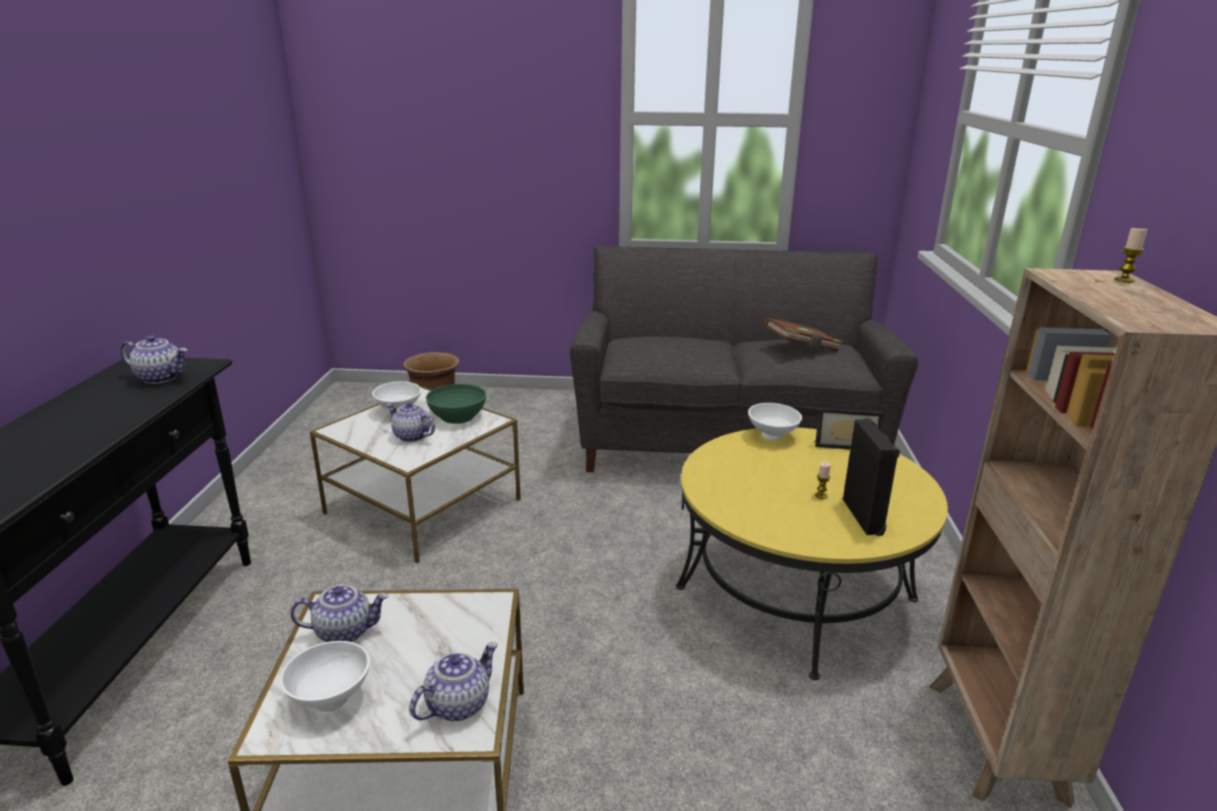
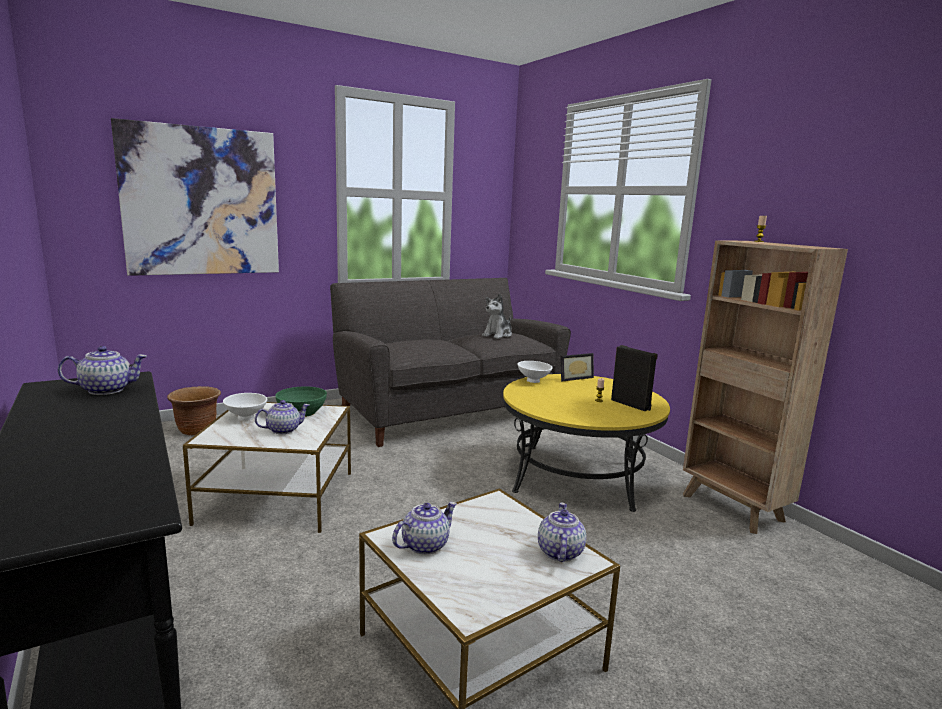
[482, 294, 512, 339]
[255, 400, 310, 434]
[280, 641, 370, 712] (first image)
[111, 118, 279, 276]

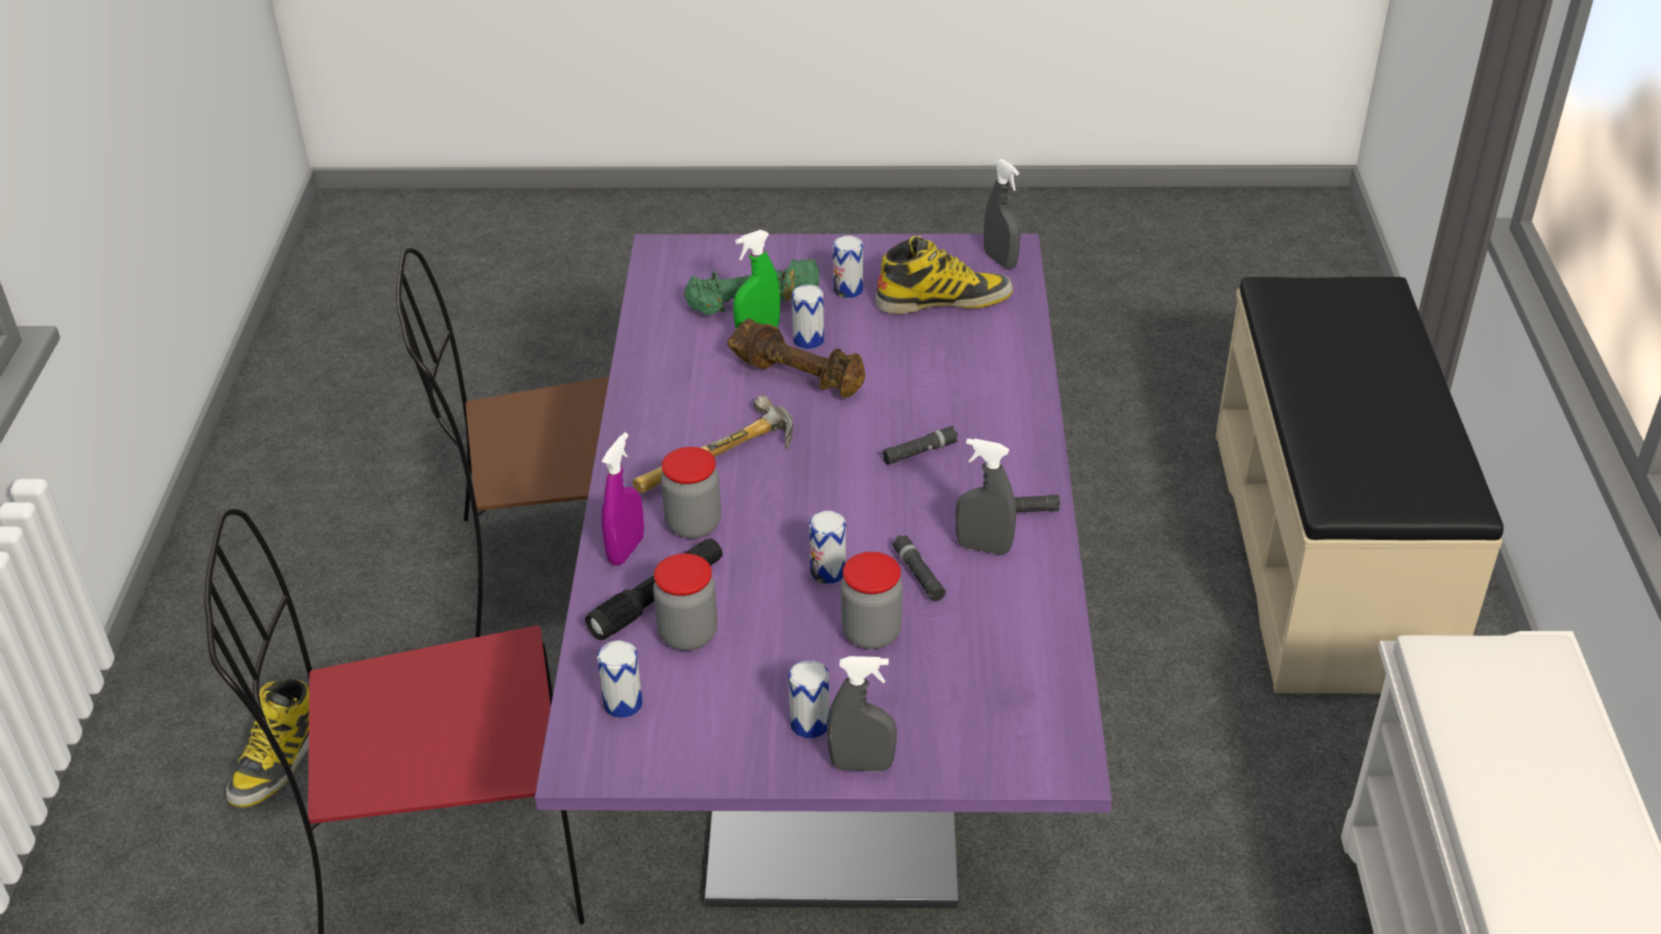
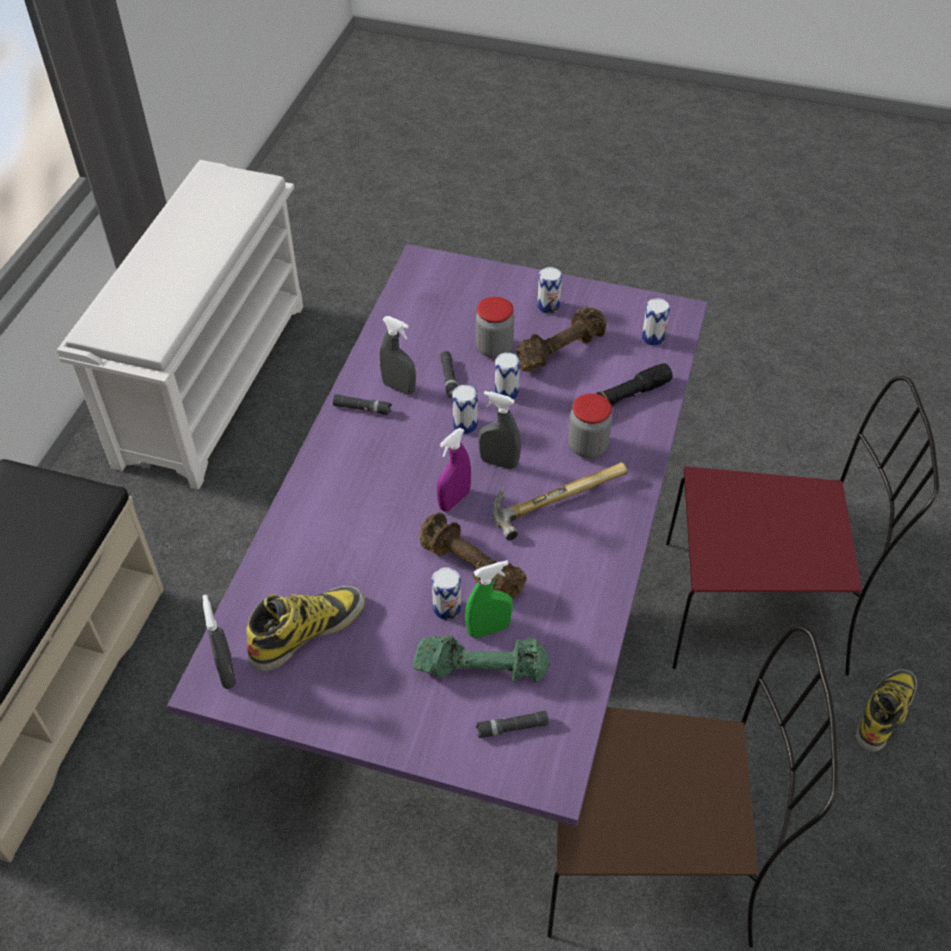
[452, 385, 478, 434]
[246, 586, 365, 671]
[476, 710, 549, 738]
[437, 428, 471, 512]
[653, 553, 717, 651] (first image)
[478, 391, 521, 470]
[516, 306, 606, 371]

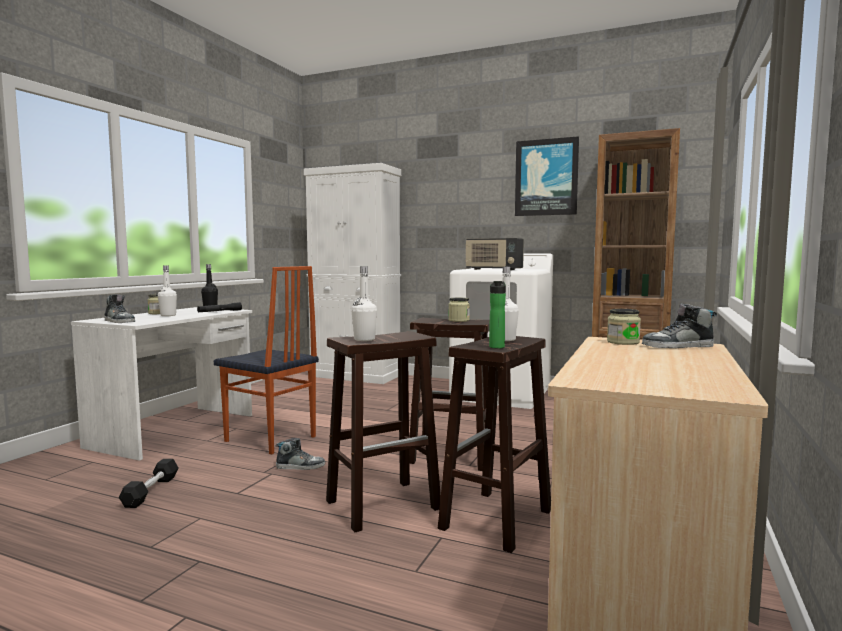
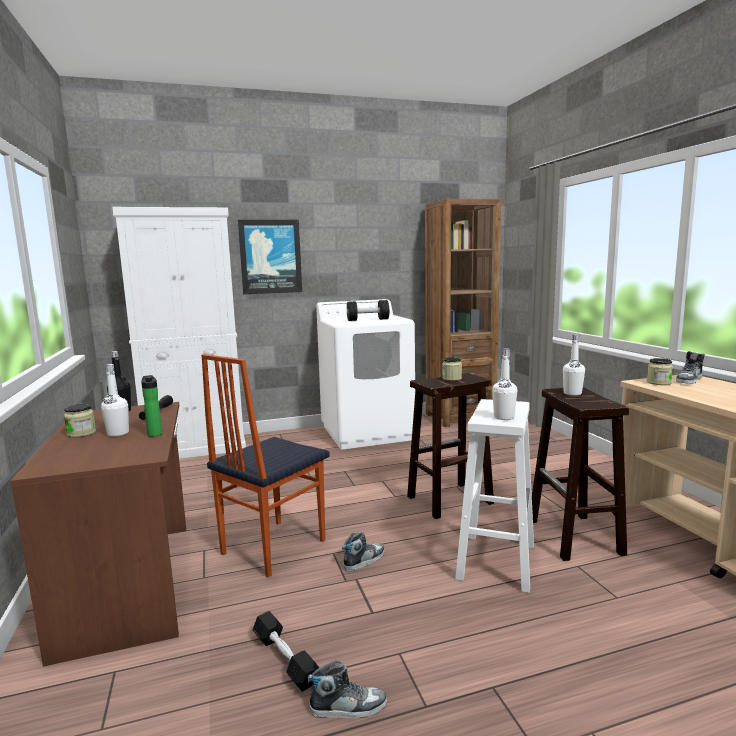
[238, 220, 302, 294]
[347, 300, 389, 321]
[201, 354, 329, 578]
[141, 375, 162, 437]
[308, 660, 387, 718]
[10, 402, 186, 667]
[455, 399, 534, 593]

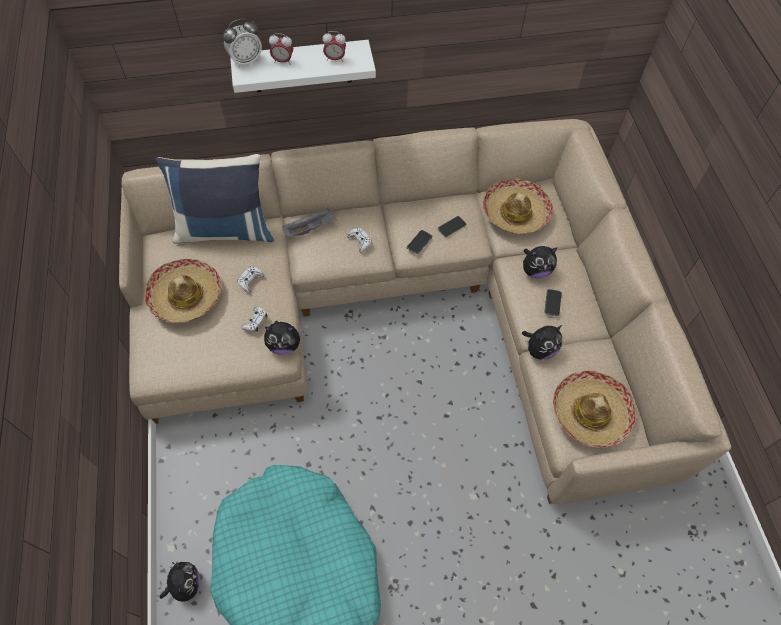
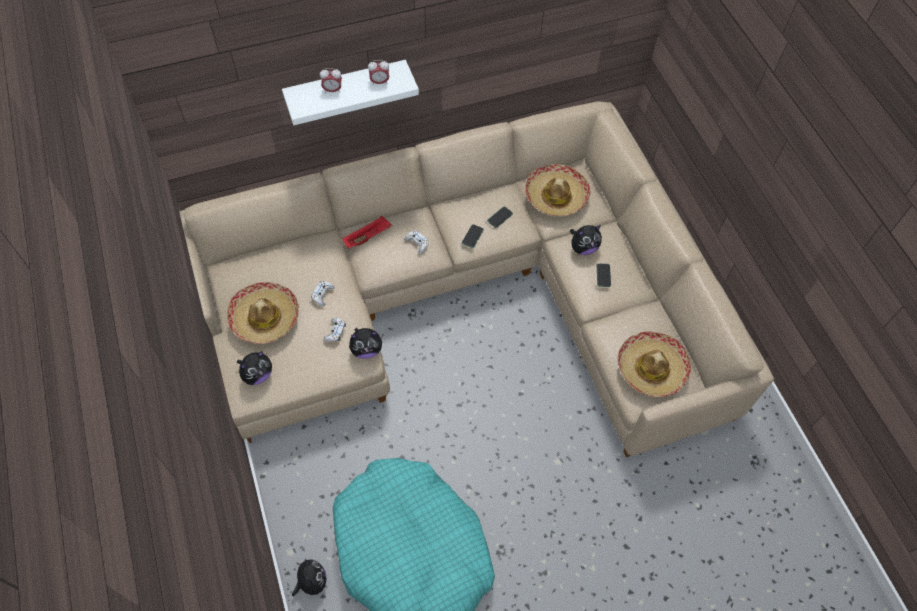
[223, 18, 262, 68] (first image)
[155, 154, 274, 244] (first image)
[342, 216, 392, 249]
[237, 351, 272, 385]

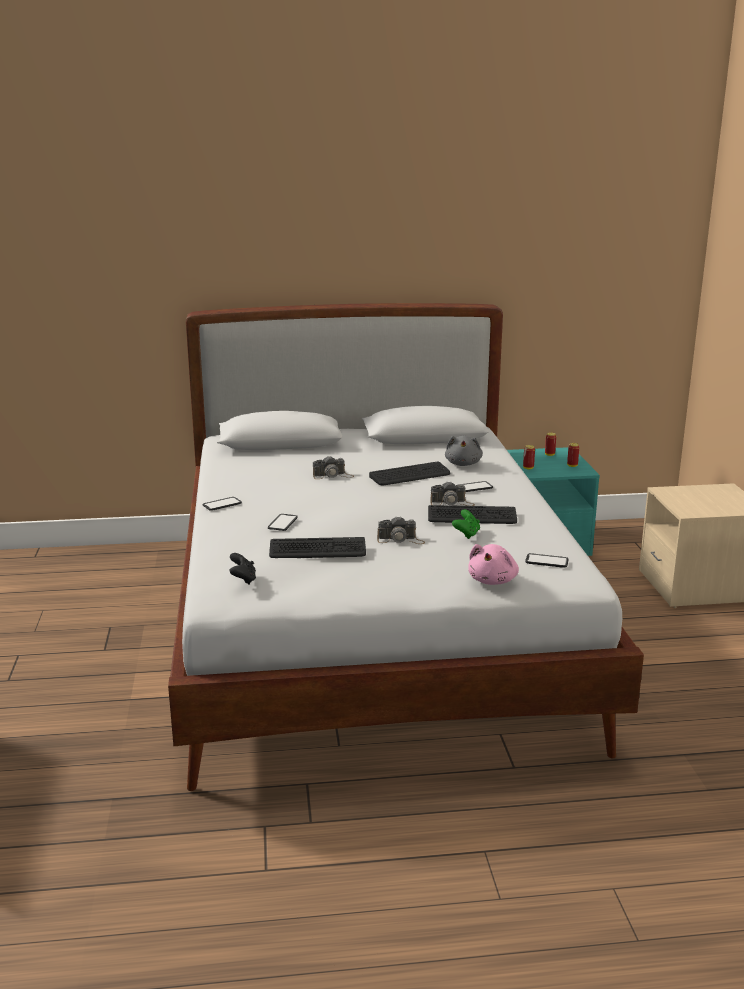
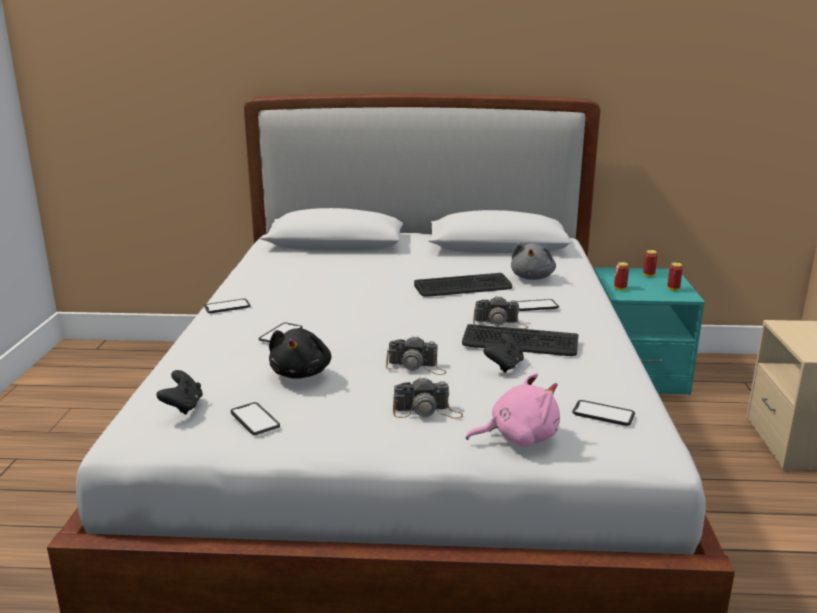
[393, 377, 463, 419]
[483, 333, 524, 373]
[269, 328, 331, 379]
[466, 373, 560, 447]
[231, 402, 280, 435]

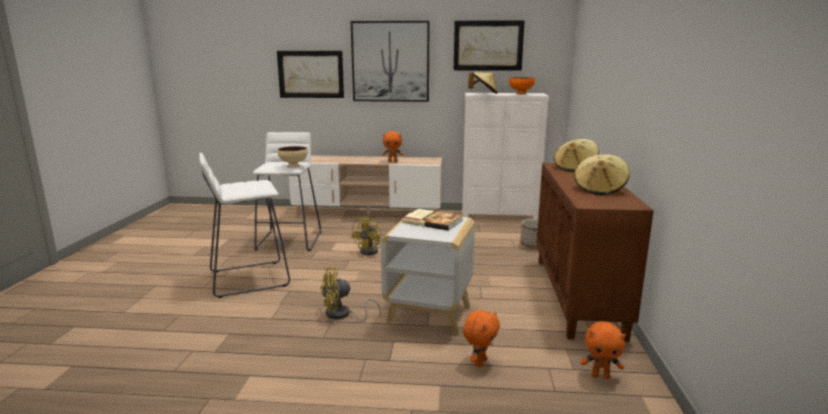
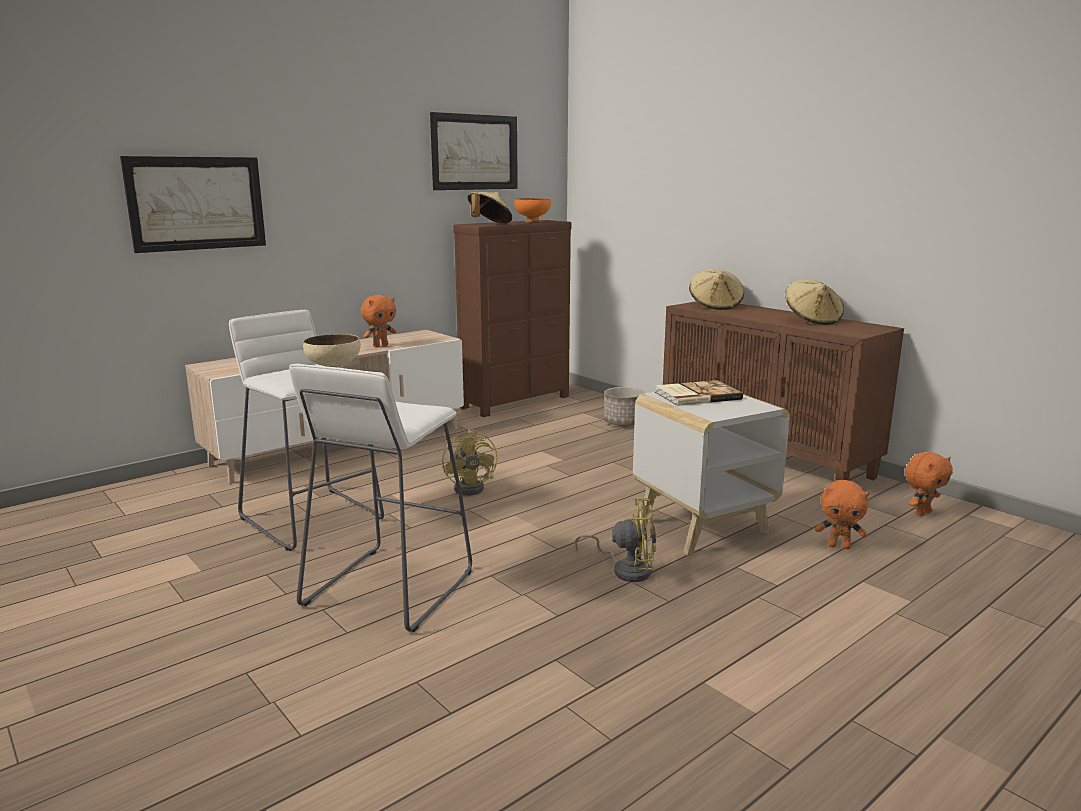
[351, 21, 430, 102] (first image)
[453, 220, 572, 417]
[575, 497, 656, 582]
[815, 480, 869, 549]

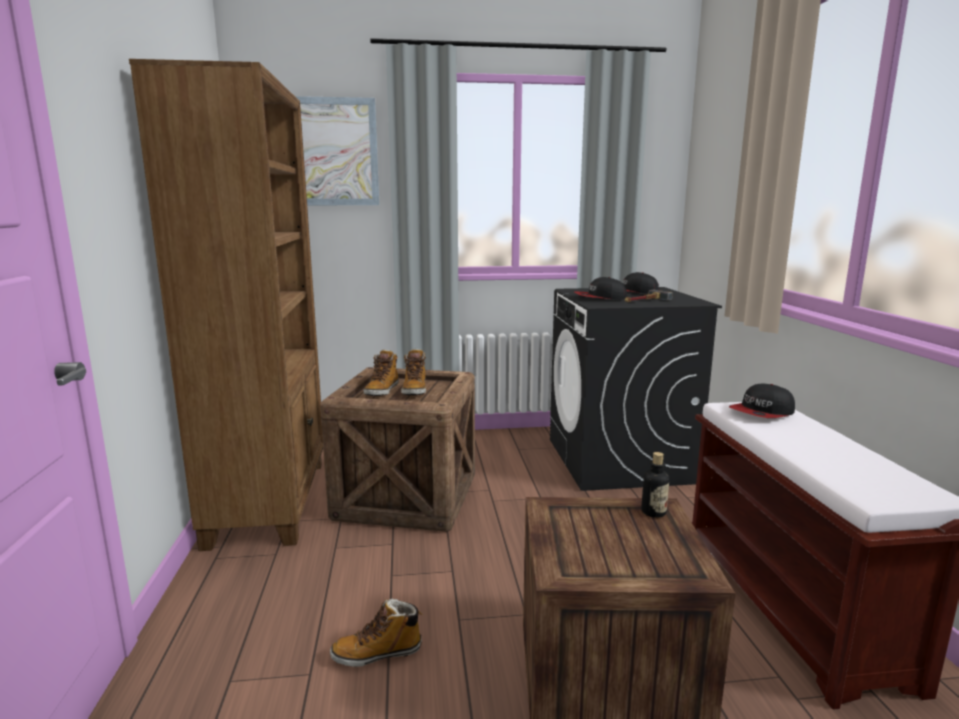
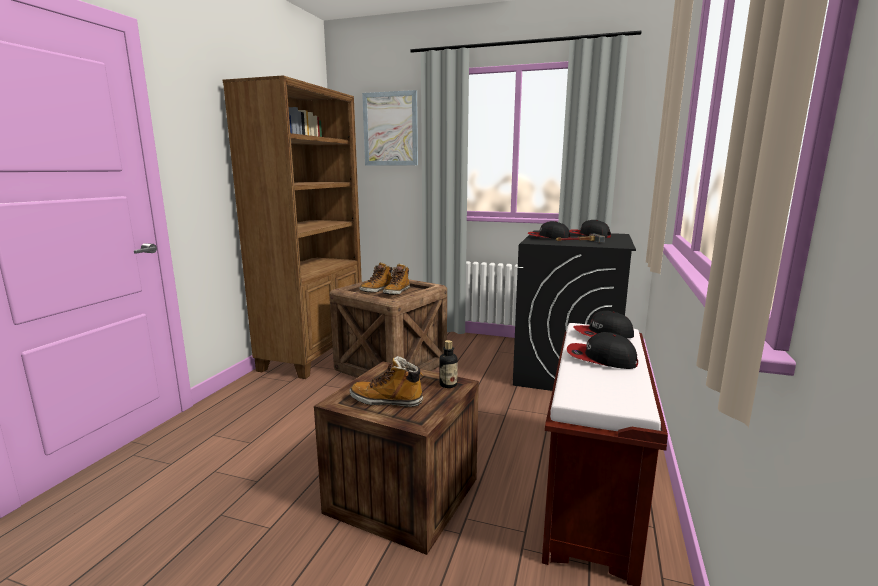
[350, 356, 423, 407]
[567, 332, 638, 369]

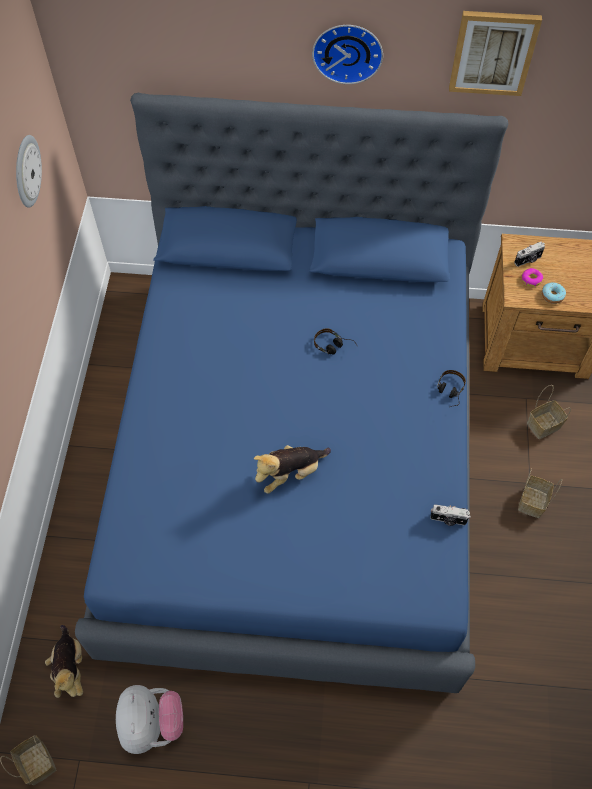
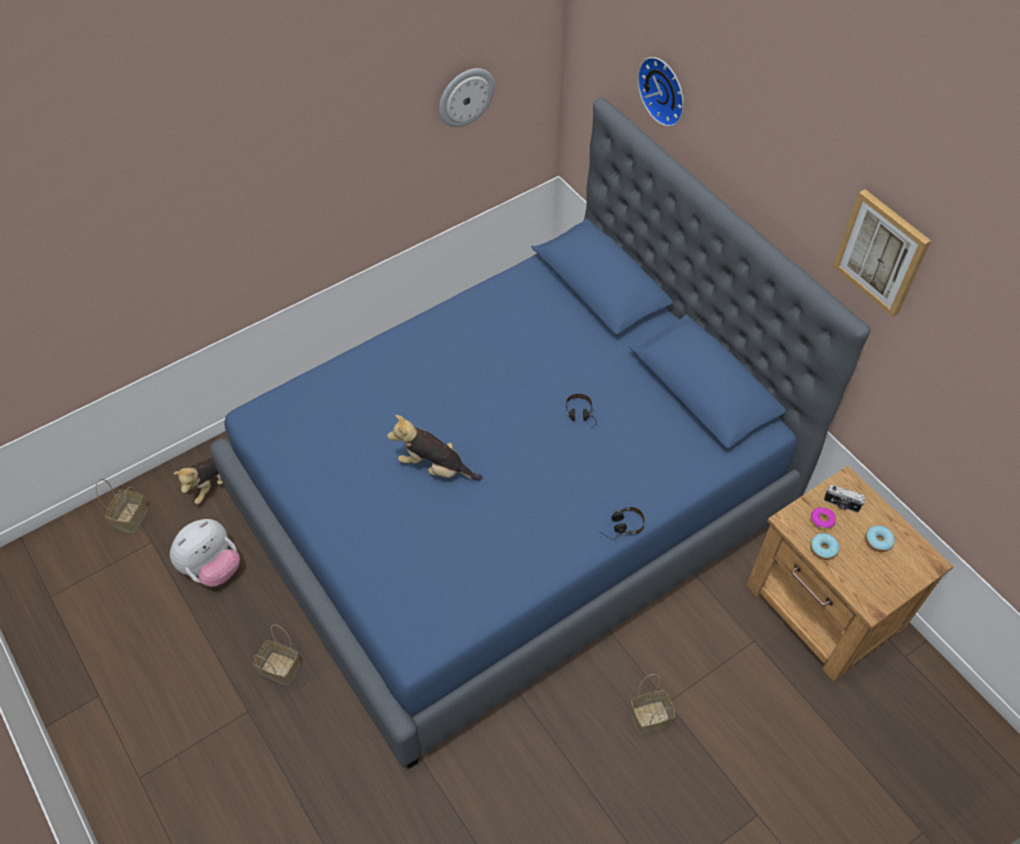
[637, 57, 684, 127]
[253, 624, 301, 686]
[430, 504, 471, 526] (first image)
[865, 525, 895, 552]

